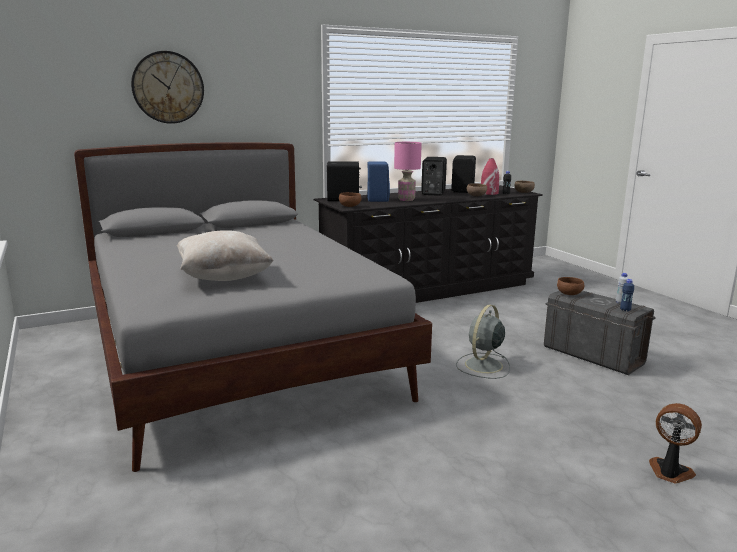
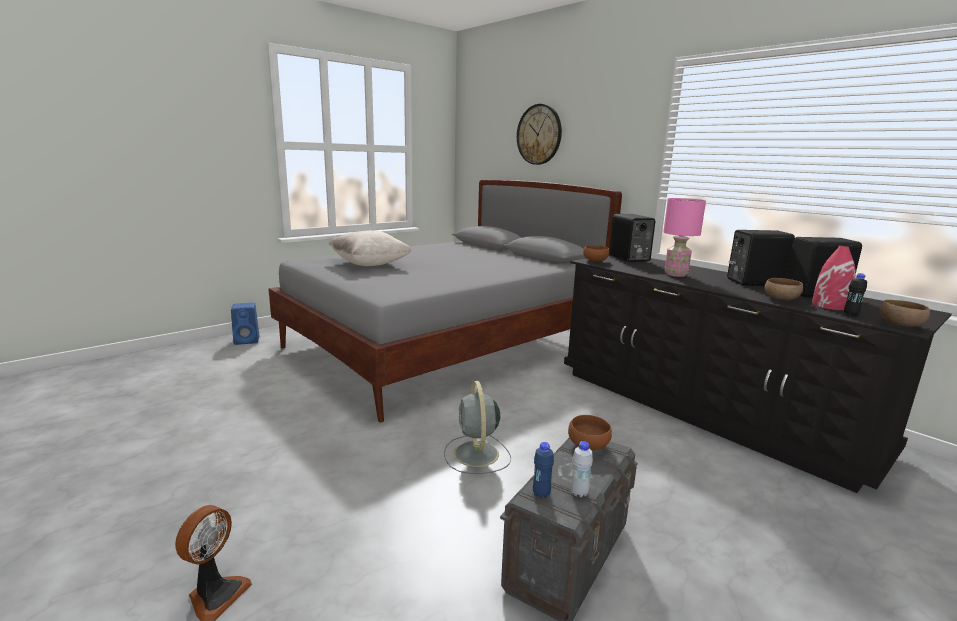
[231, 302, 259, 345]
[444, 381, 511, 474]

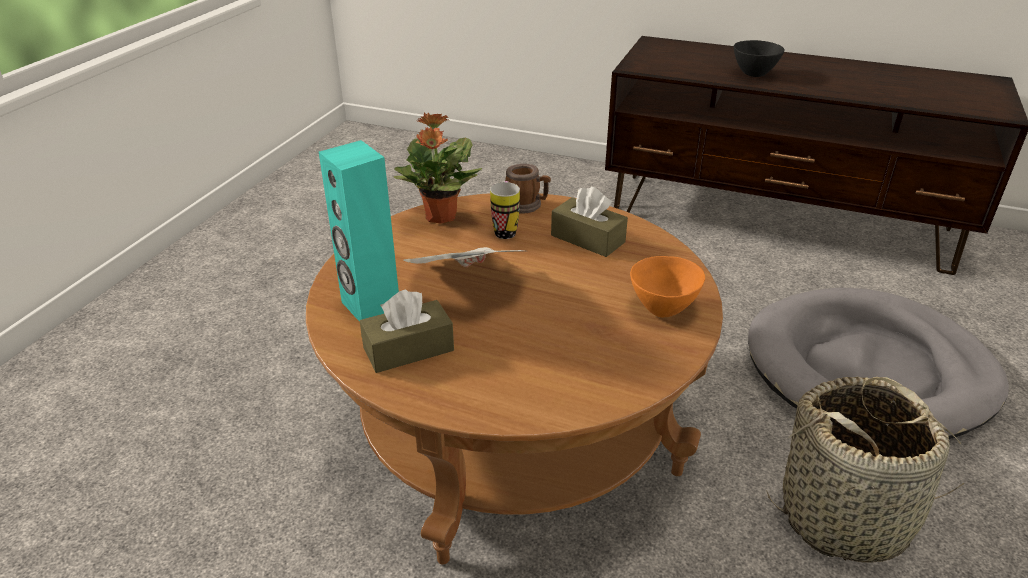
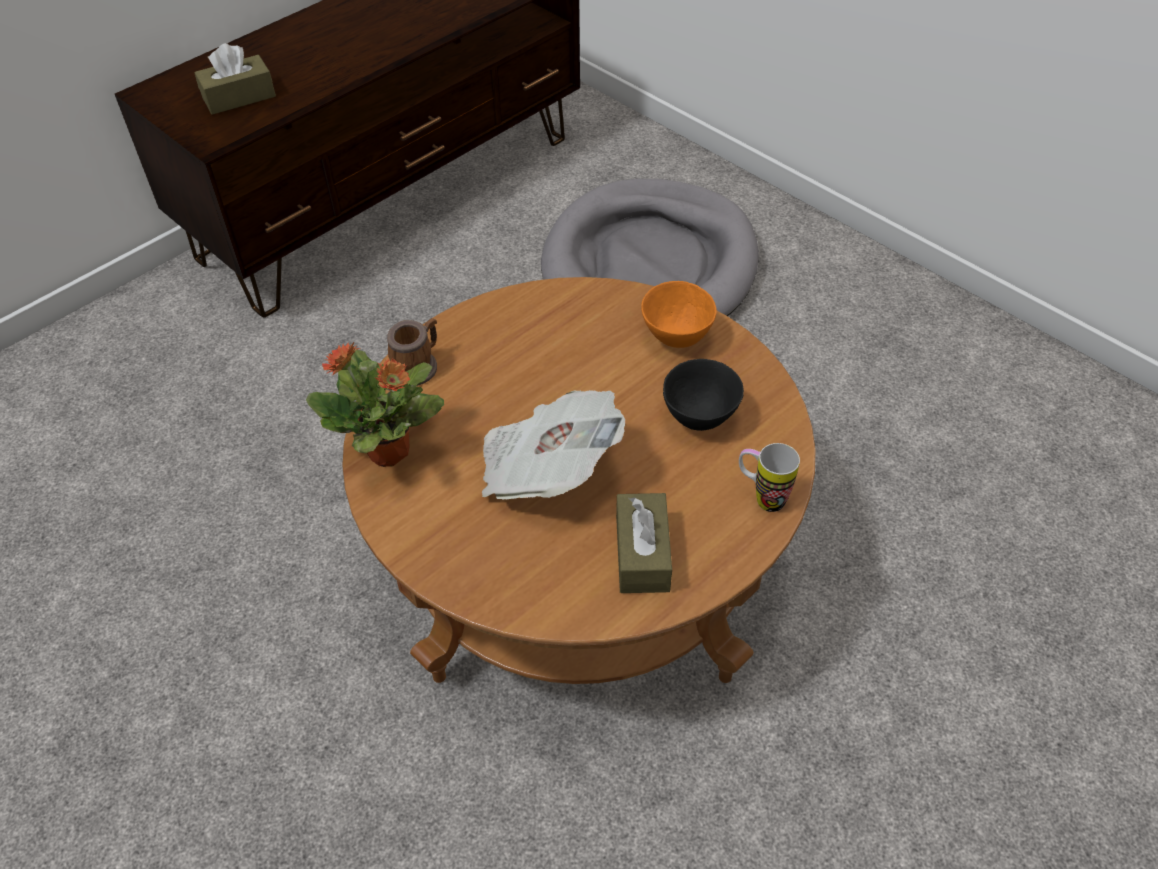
[663, 359, 744, 431]
[319, 140, 399, 322] (first image)
[739, 443, 800, 512]
[194, 43, 276, 115]
[766, 376, 971, 562] (first image)

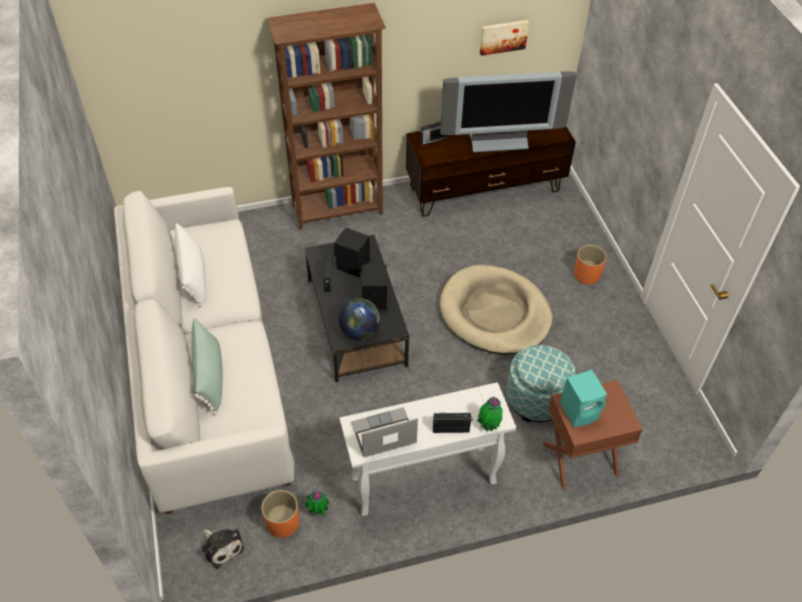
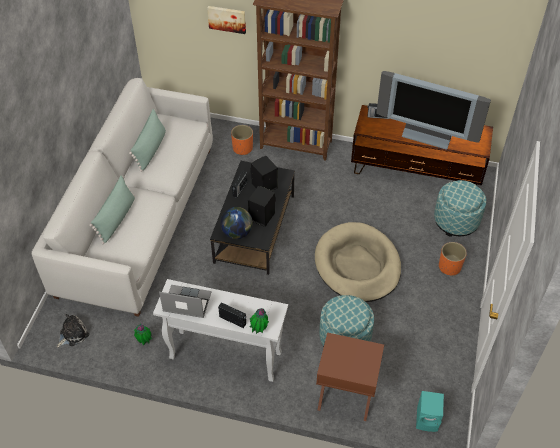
[207, 6, 246, 34]
[129, 109, 166, 172]
[416, 391, 444, 432]
[231, 125, 253, 155]
[57, 314, 89, 348]
[434, 180, 486, 237]

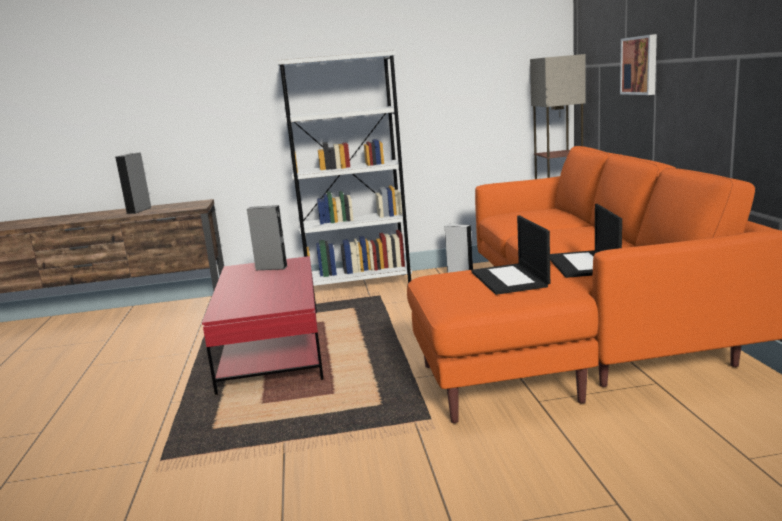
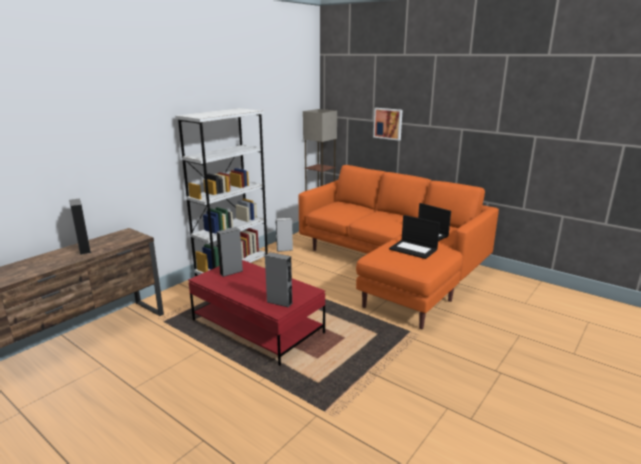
[265, 252, 292, 307]

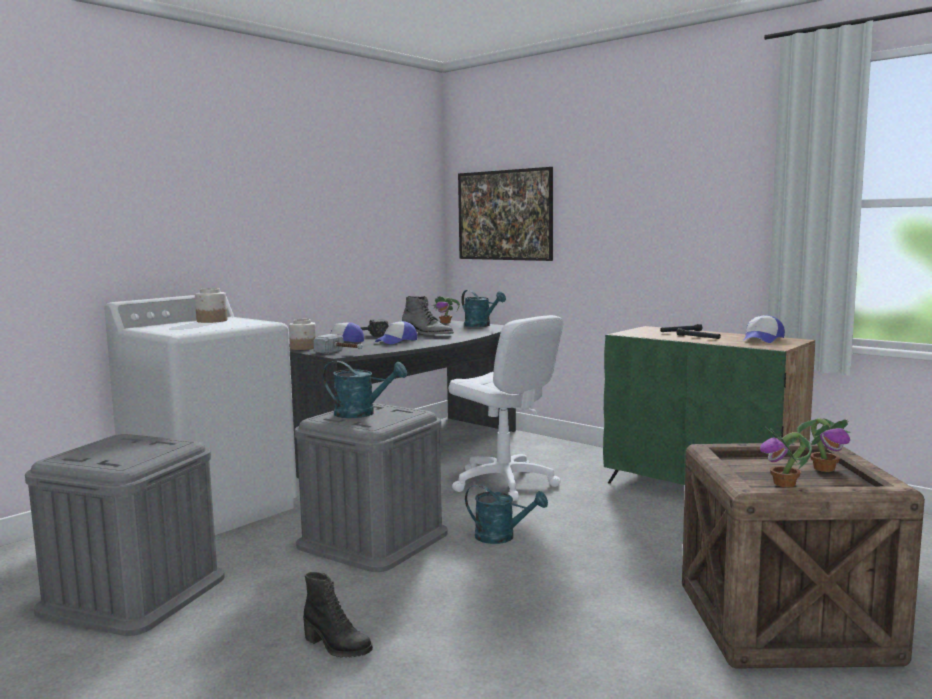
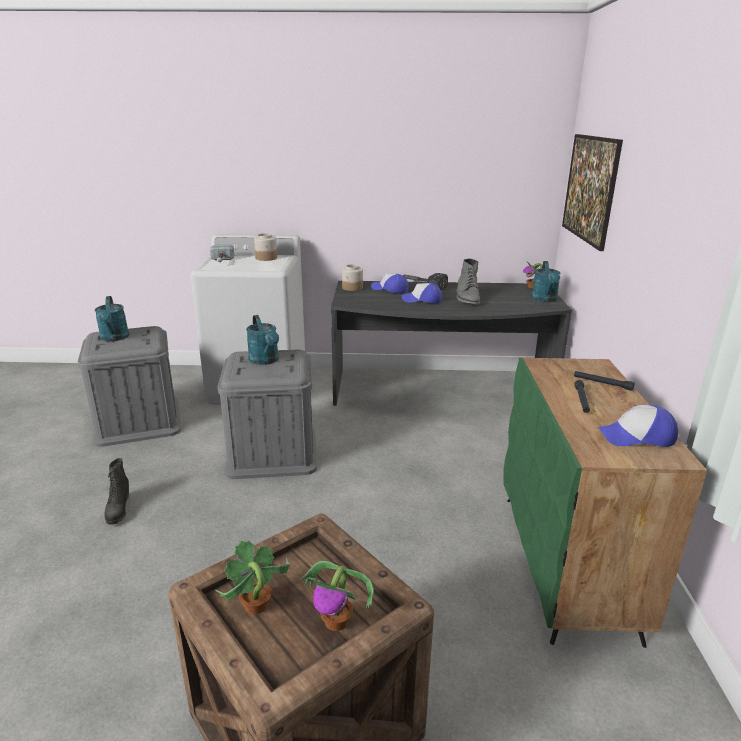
[449, 315, 563, 501] (first image)
[210, 244, 234, 262]
[95, 296, 129, 341]

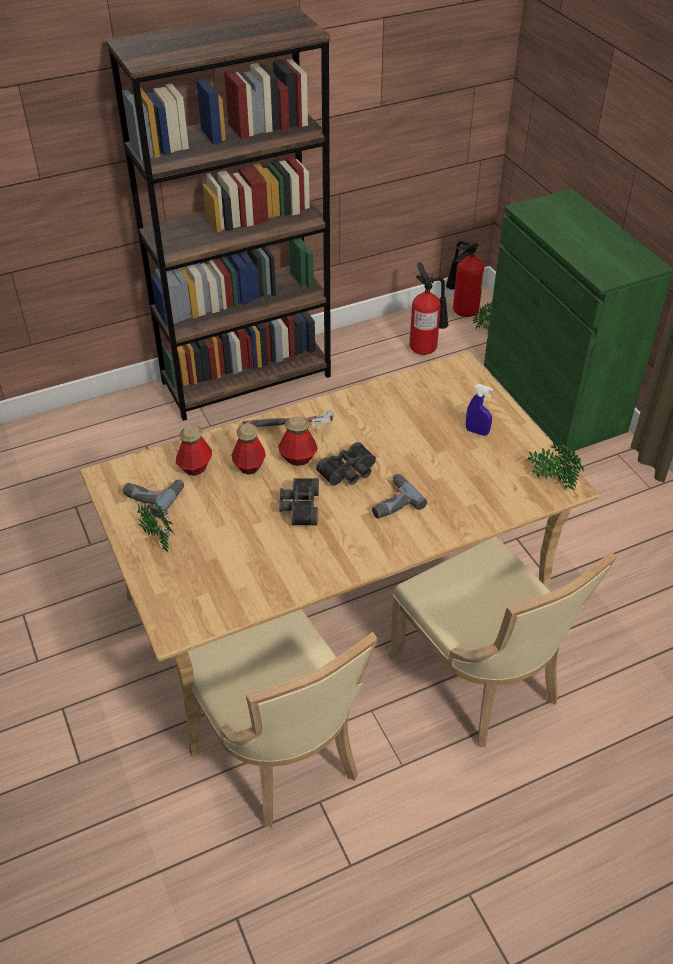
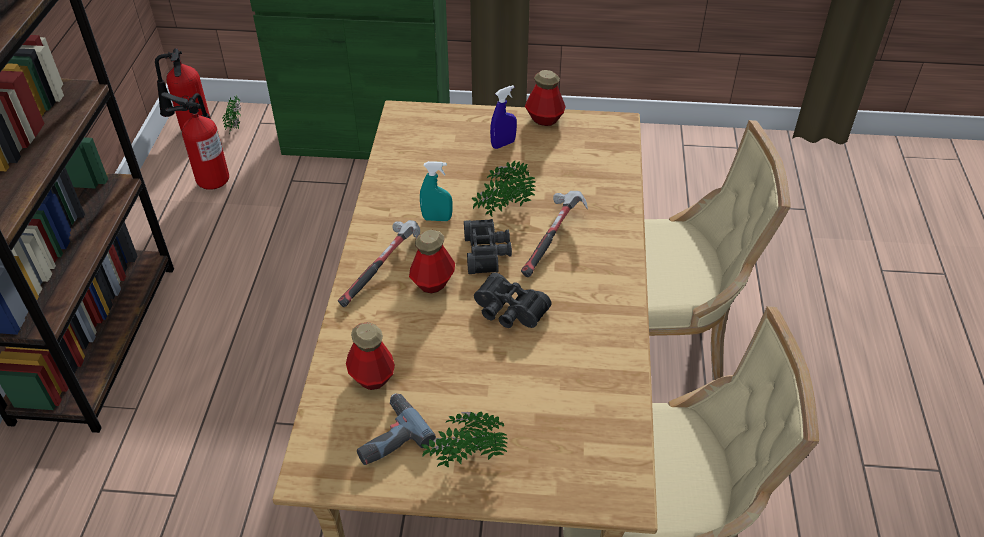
[525, 70, 566, 126]
[472, 161, 536, 217]
[521, 191, 588, 277]
[420, 161, 452, 221]

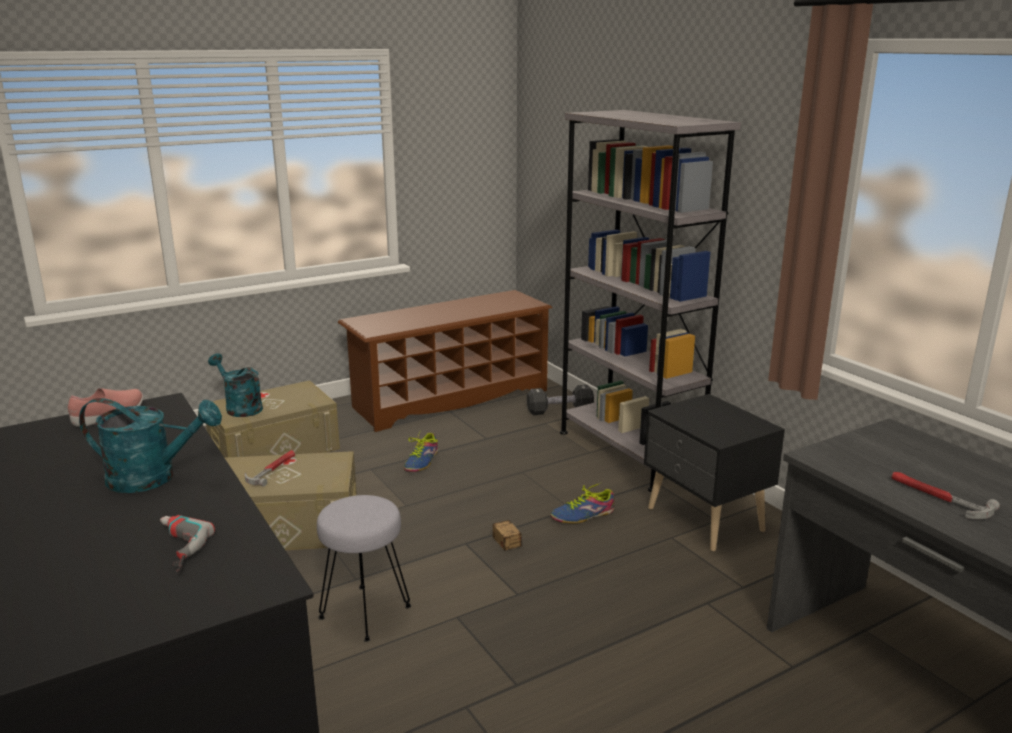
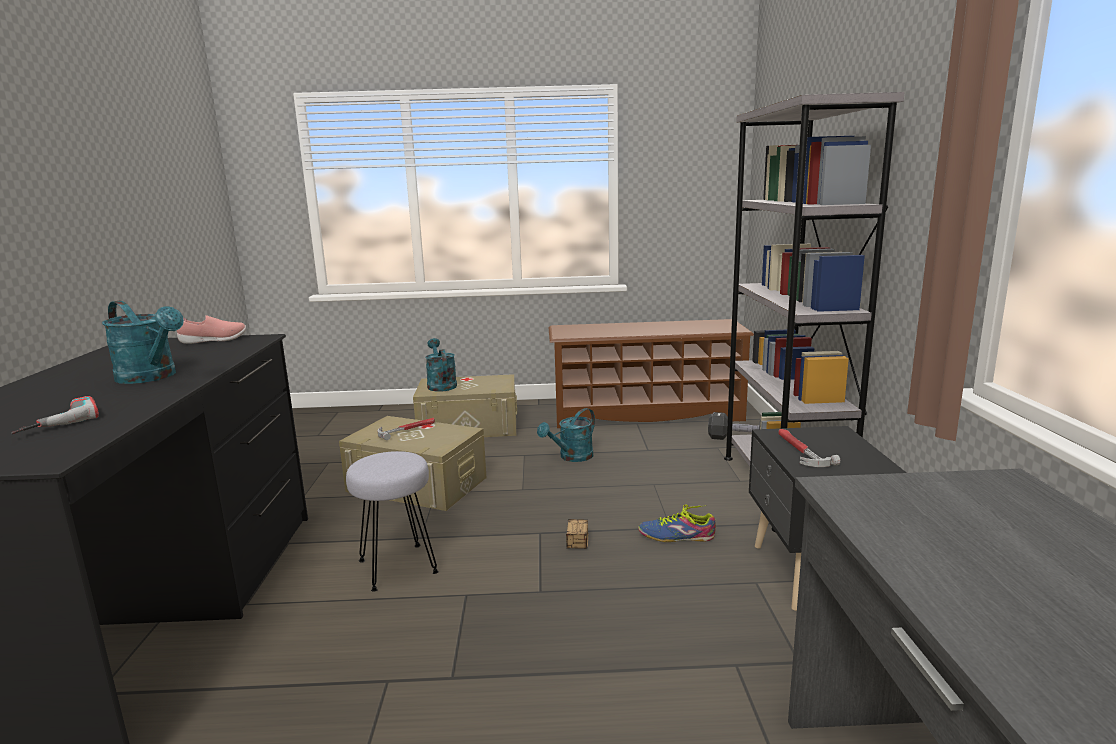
[537, 408, 595, 462]
[778, 429, 841, 467]

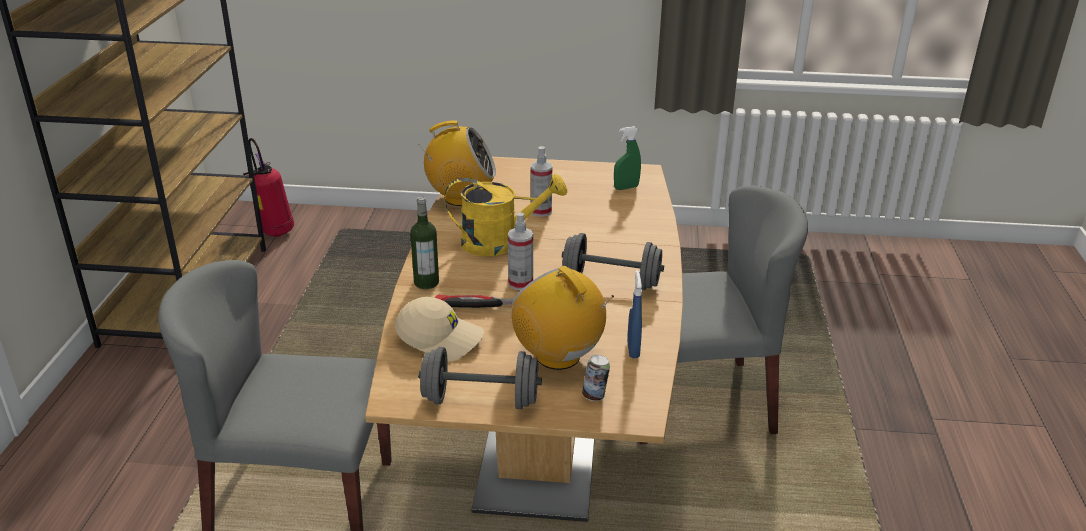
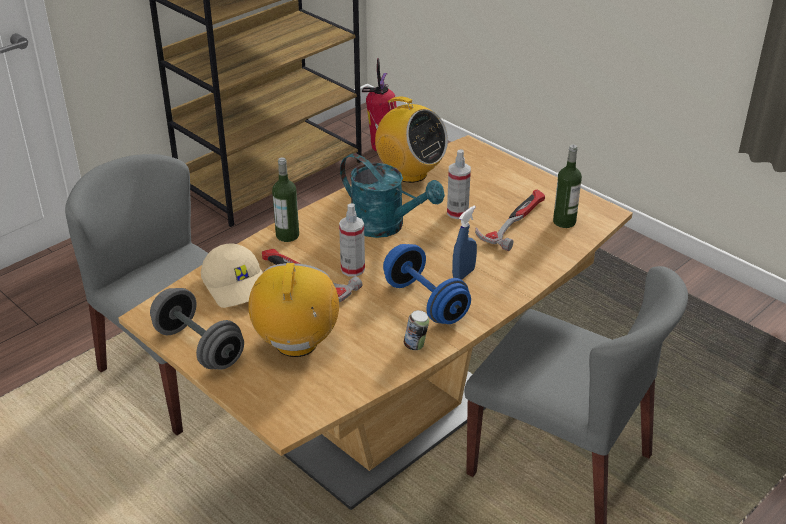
[553, 145, 582, 228]
[340, 153, 445, 238]
[383, 244, 471, 324]
[452, 206, 477, 280]
[404, 310, 429, 350]
[475, 189, 545, 251]

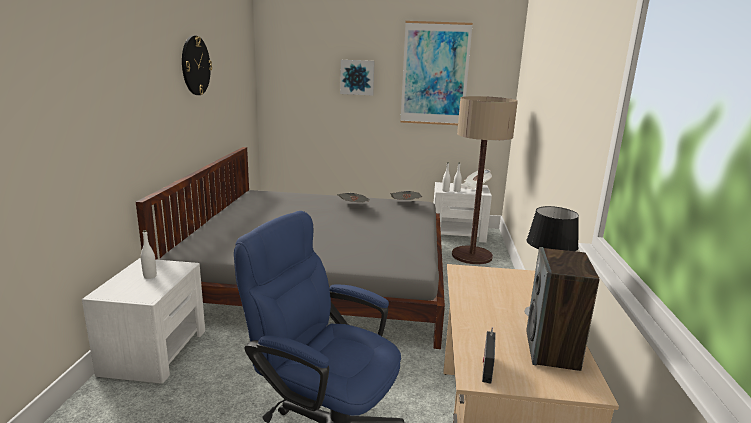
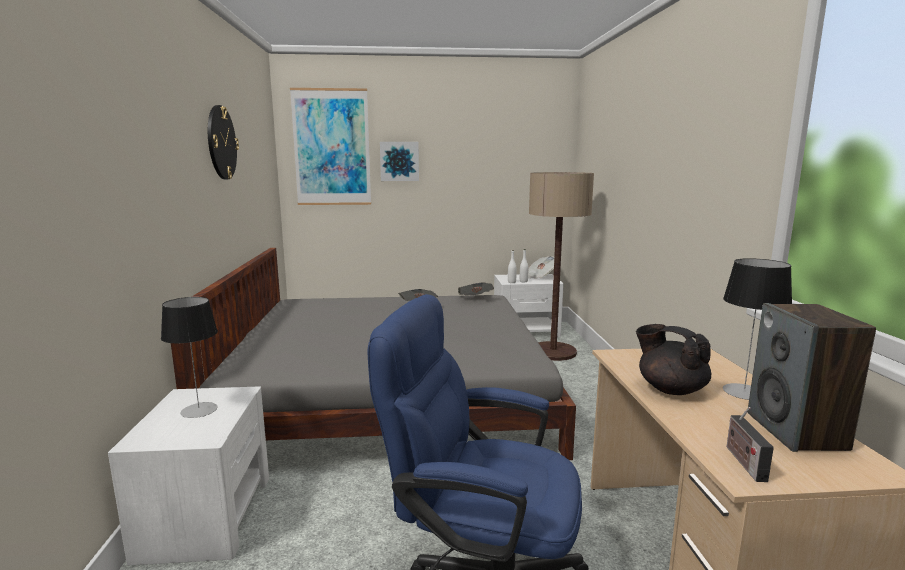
[290, 88, 371, 205]
[161, 297, 218, 418]
[636, 324, 711, 395]

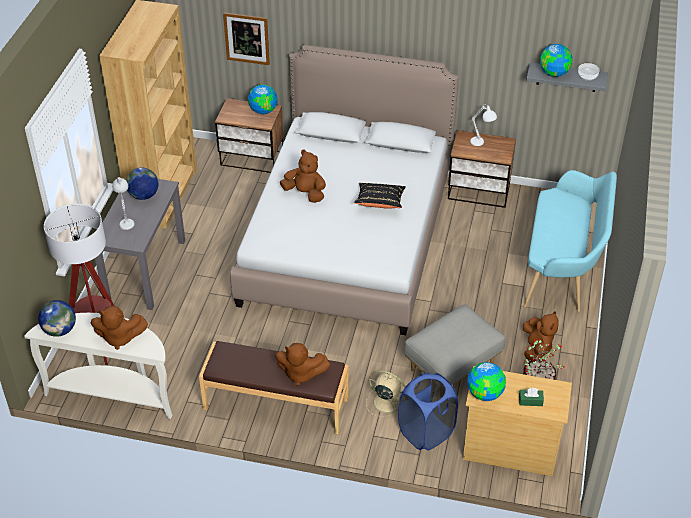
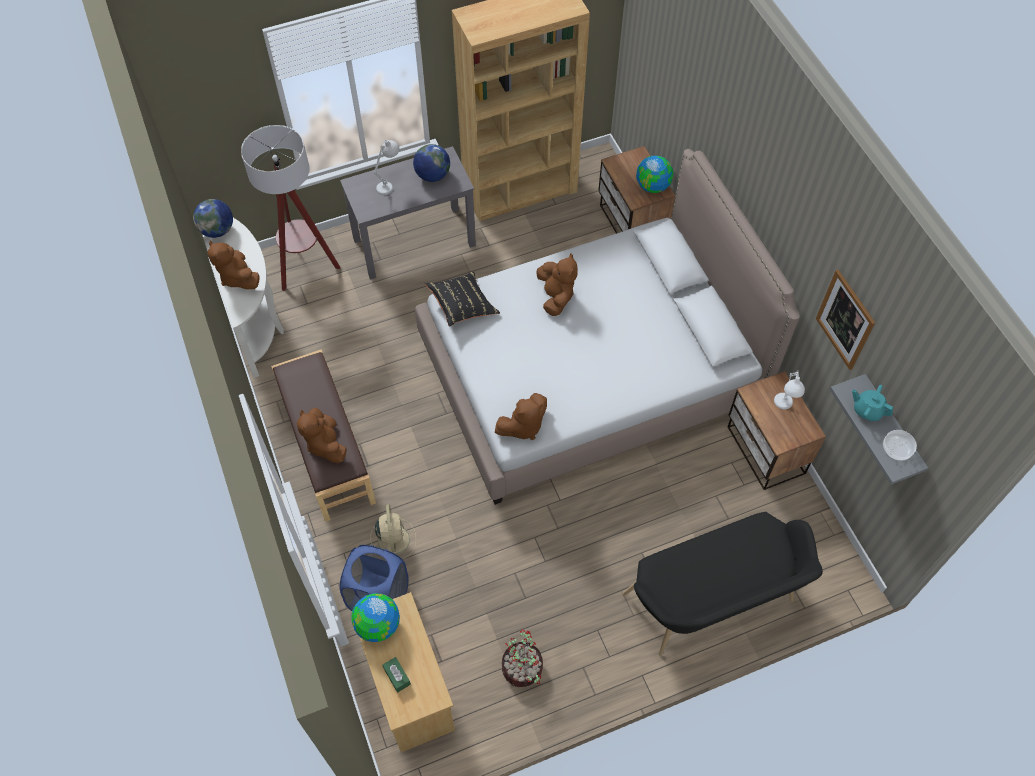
[816, 270, 875, 370]
[852, 385, 893, 421]
[622, 512, 823, 656]
[425, 272, 500, 327]
[404, 304, 505, 385] (first image)
[495, 393, 547, 440]

